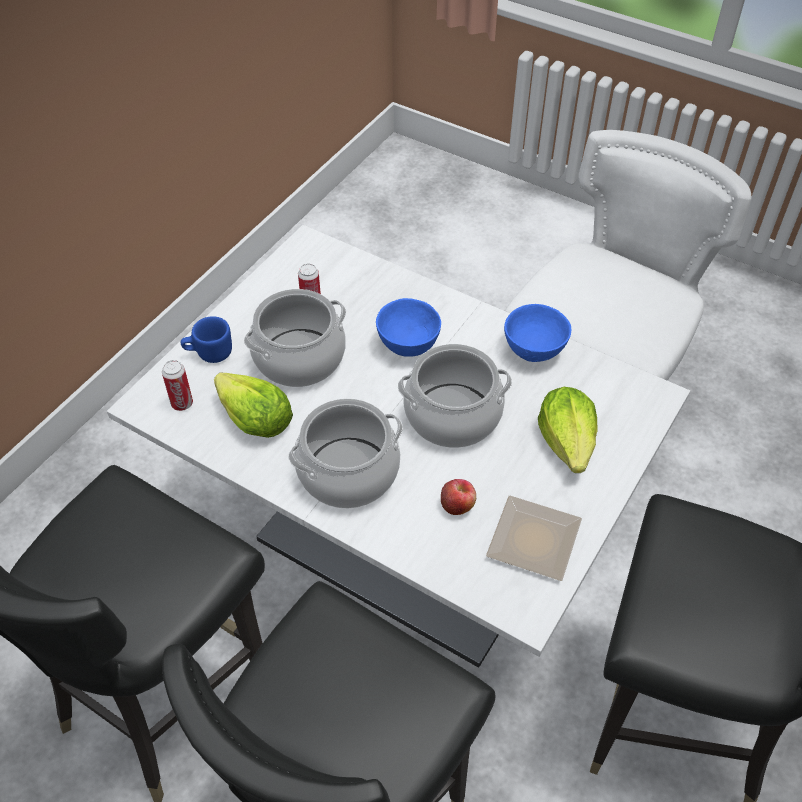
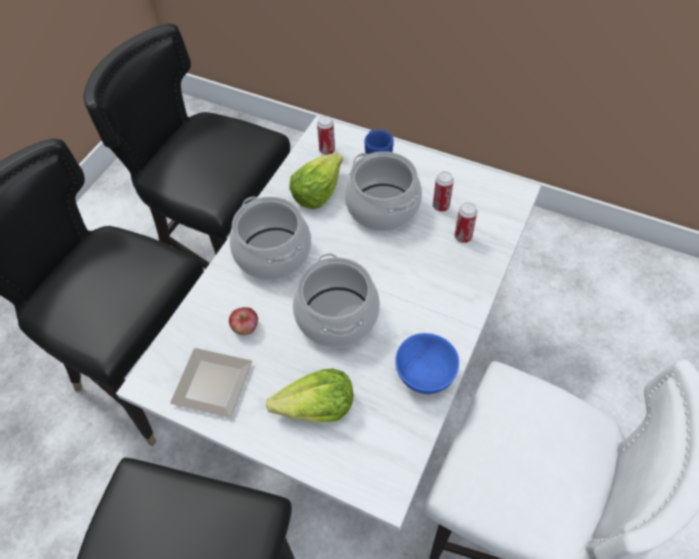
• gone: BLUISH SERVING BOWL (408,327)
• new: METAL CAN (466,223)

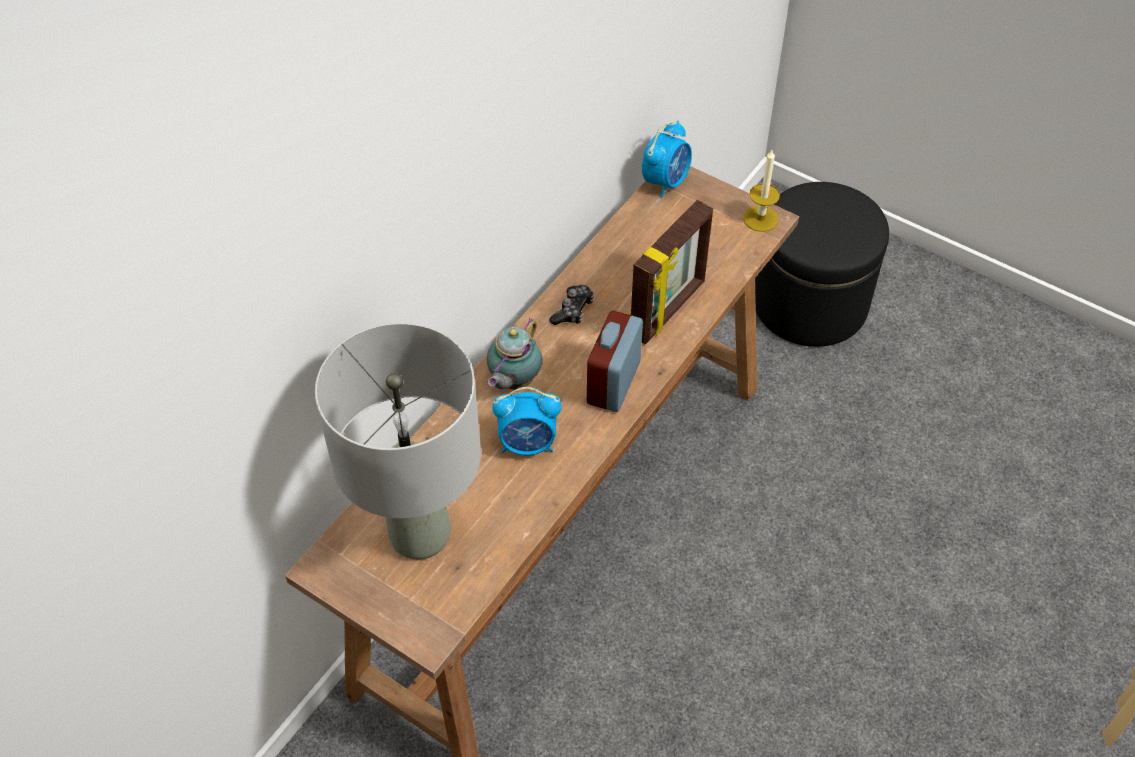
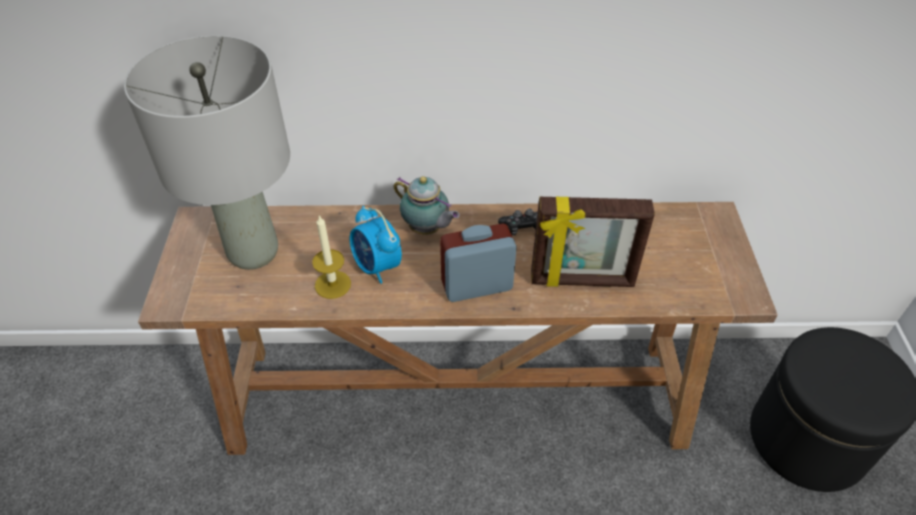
• gone: TABLE CLOCK (667,159)
• shifted: WAX CANDLE (761,191) to (331,257)
• rotated: TEA POT (515,354) = (427,205) 135 degrees counterclockwise

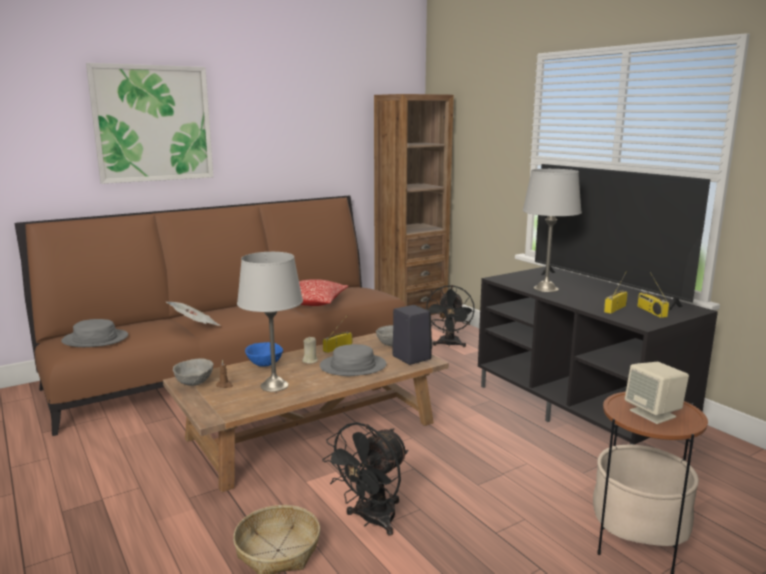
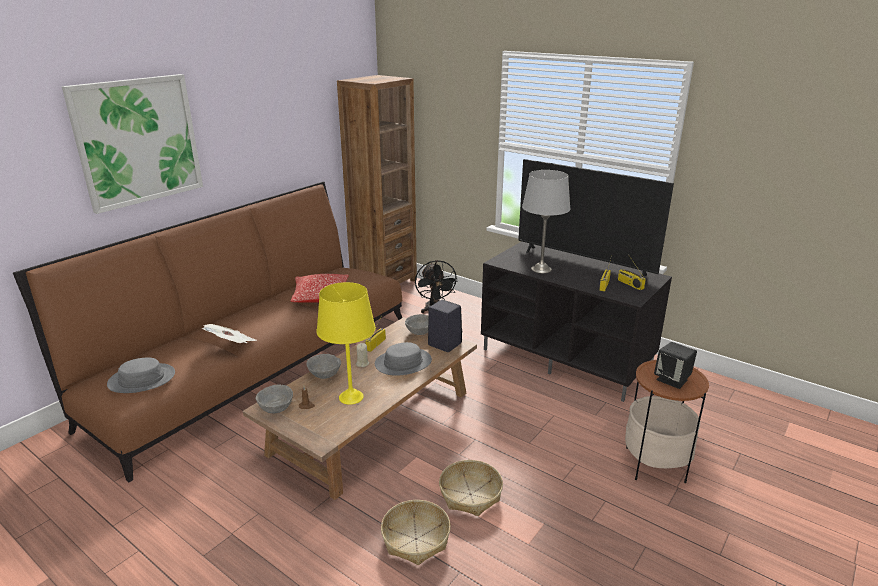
• repainted: GREY TABLE LAMP (270,322) to YELLOW-COLOURED TABLE LAMP (346,343)
• repainted: BLUISH SERVING BOWL (264,354) to GREY SERVING BOWL (323,366)
• repainted: BEIGE-COLOURED AUDIO SPEAKER (657,393) to BLACKISH AUDIO SPEAKER (675,365)
• swapped: BLACKISH ELECTRIC FAN (366,479) to BASKET (471,488)

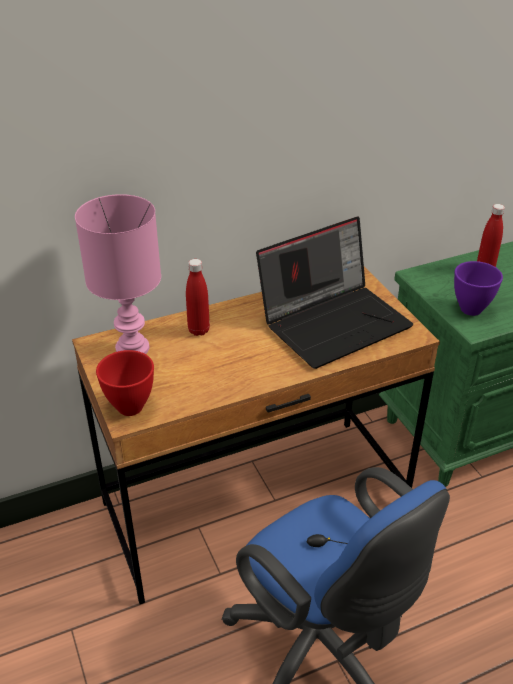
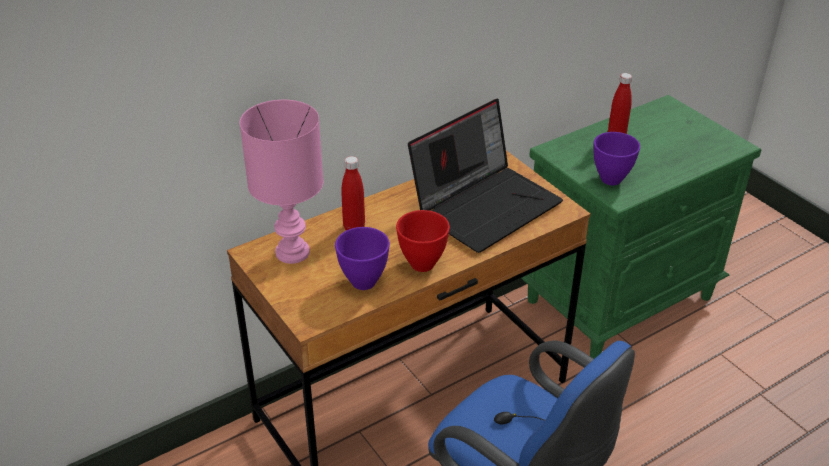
• shifted: REDDISH SERVING BOWL (125,383) to (423,241)
• new: PURPLE-COLOURED SERVING BOWL (362,258)

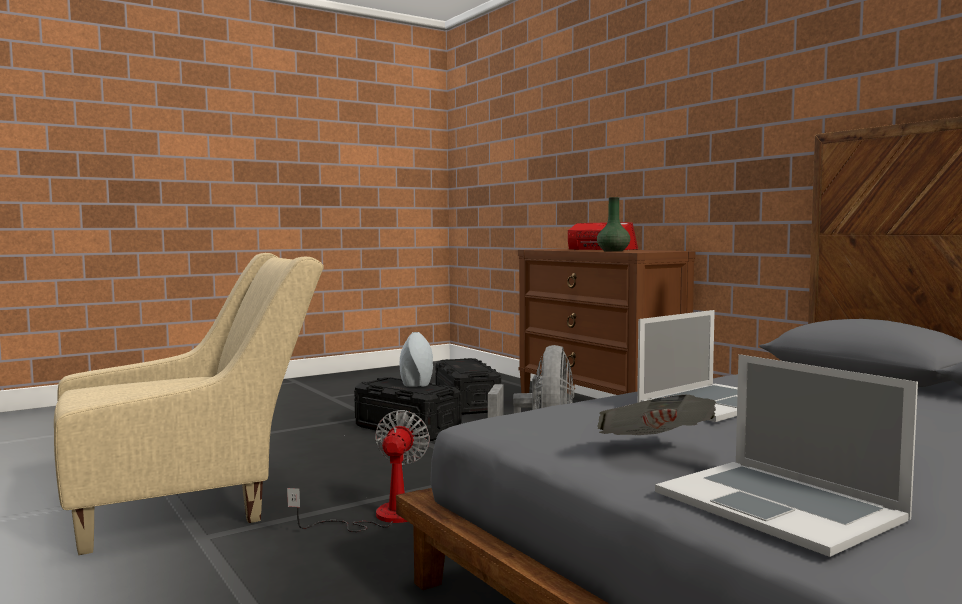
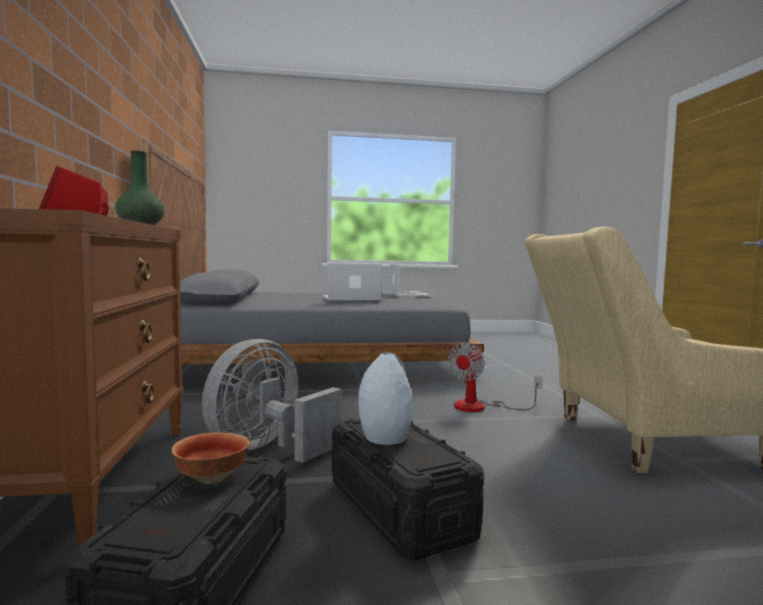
• gone: NEWSPAPER (656,415)
• new: SERVING BOWL (211,458)

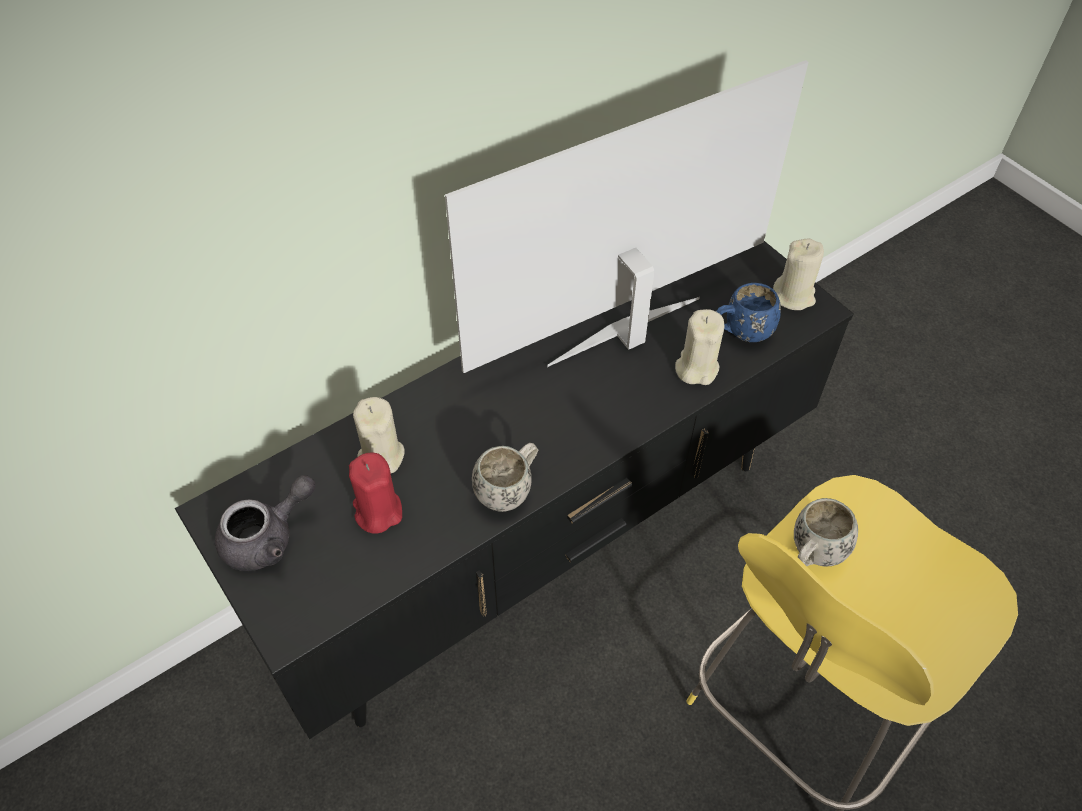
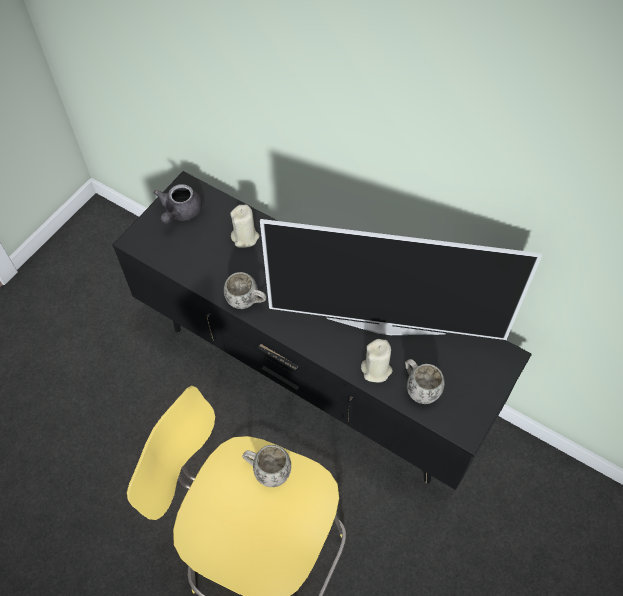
• rotated: TV SET (627,216) = (401,279) 150 degrees clockwise
• gone: BEIGE-COLOURED WAX CANDLE (798,274)
• repainted: BLUISH COFFEE MUG (748,312) to WHITE COFFEE MUG (425,381)
• gone: REDDISH WAX CANDLE (375,493)
• rotated: GREY TEA POT (265,523) = (178,204) 75 degrees clockwise

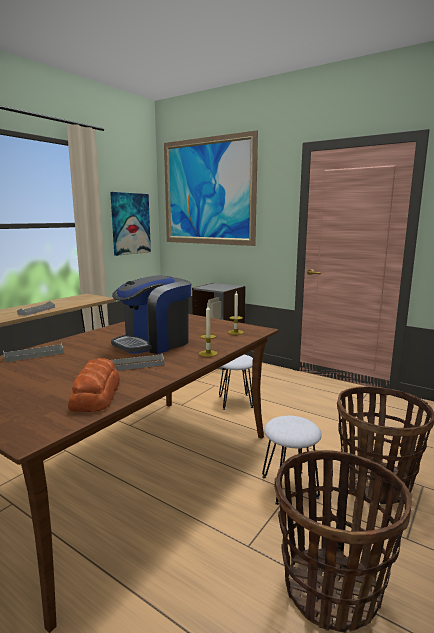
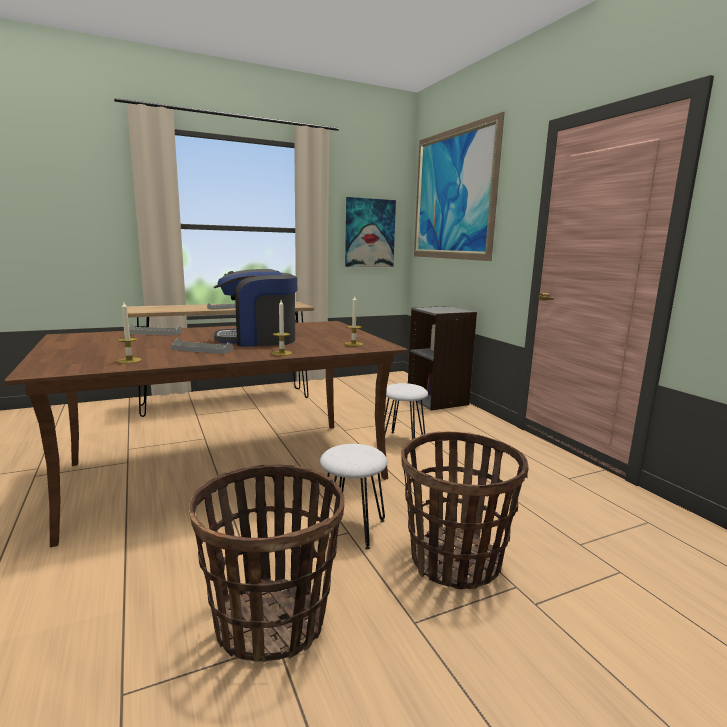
• swapped: BAKED BREAD (94,385) to WAX CANDLE (129,332)

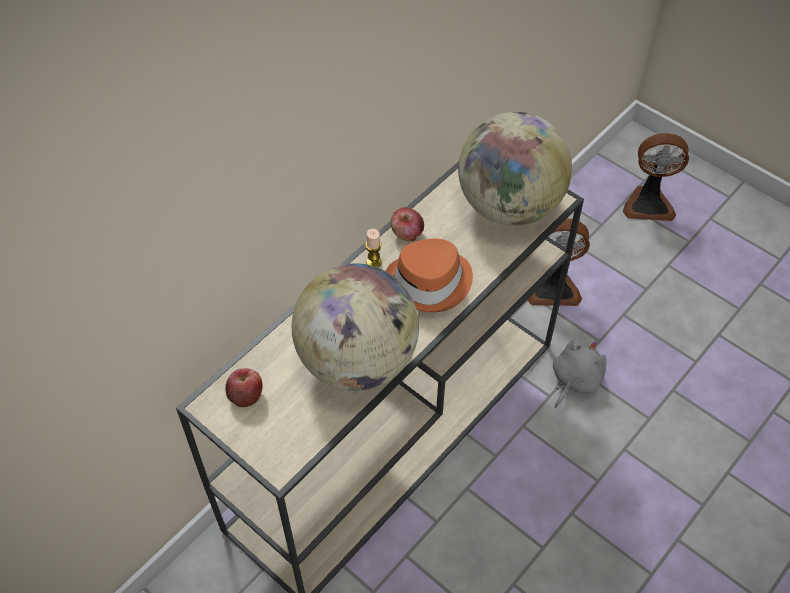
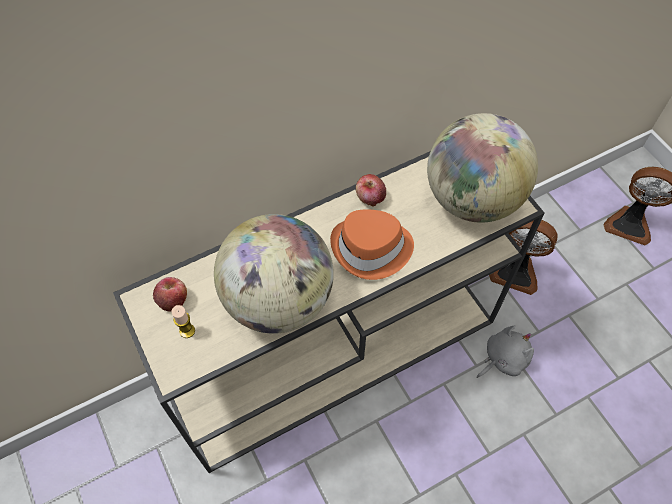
• shifted: WAX CANDLE (373,248) to (183,321)

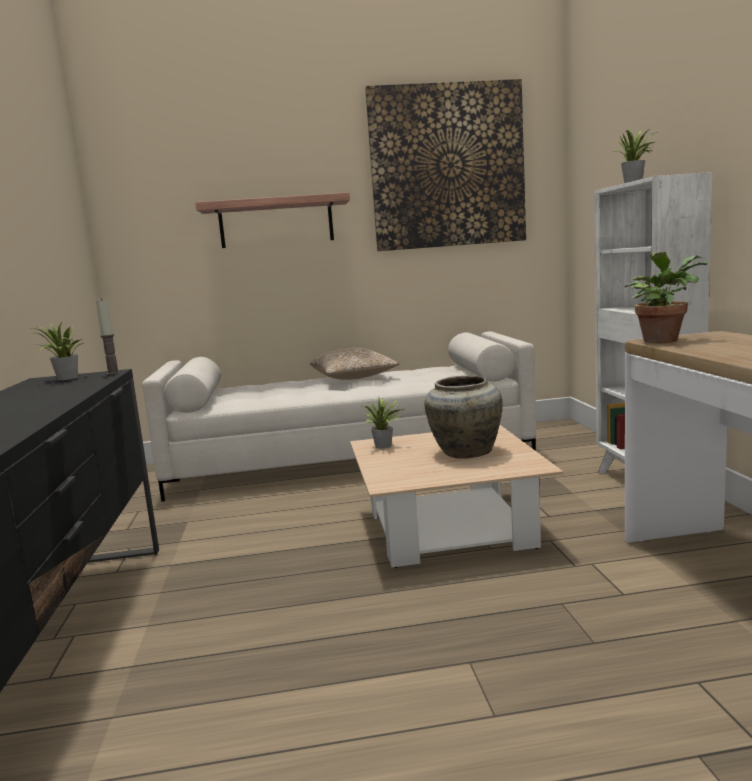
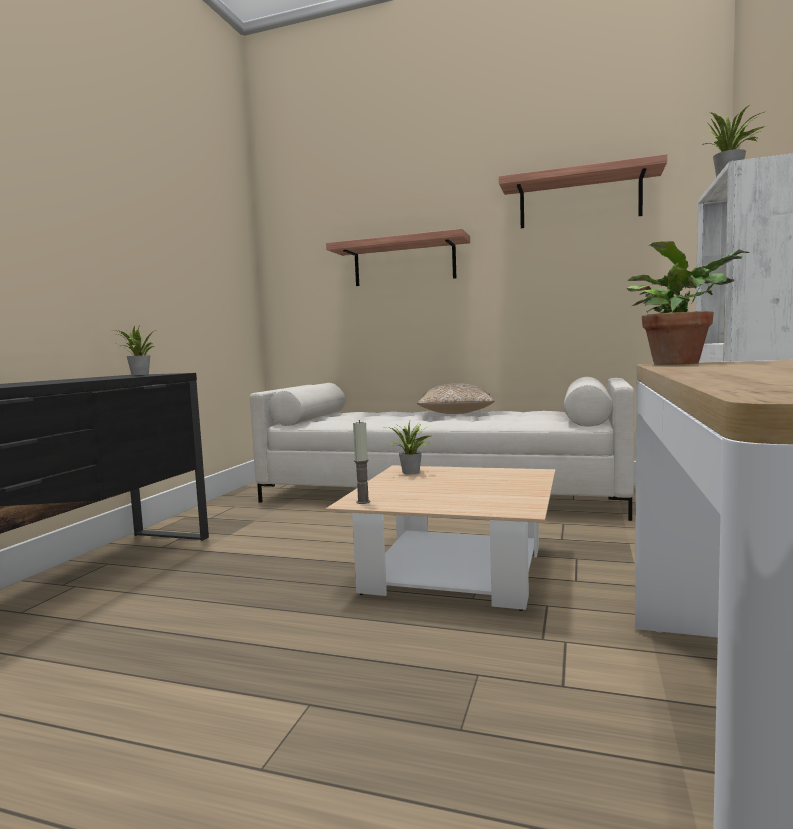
• swapped: WALL ART (445,165) to SHELF (583,191)
• shifted: WAX CANDLE (108,336) to (361,462)
• gone: BEIGE-COLOURED DECORATIVE VASE (463,417)

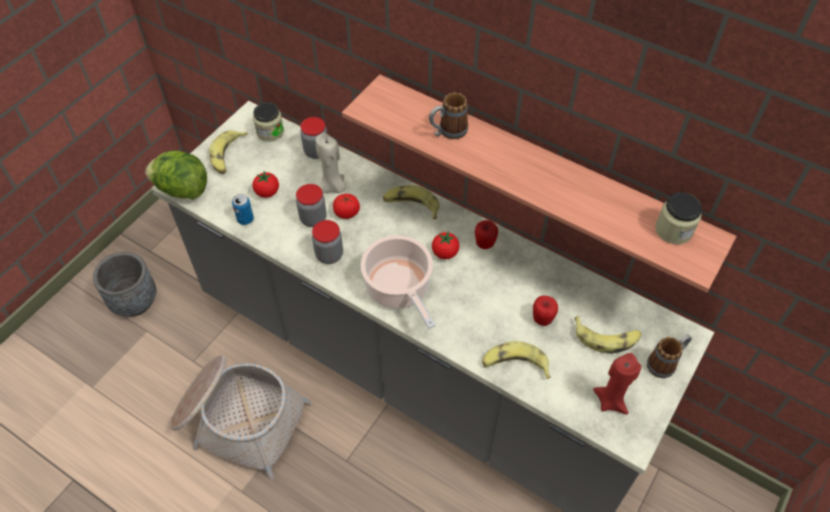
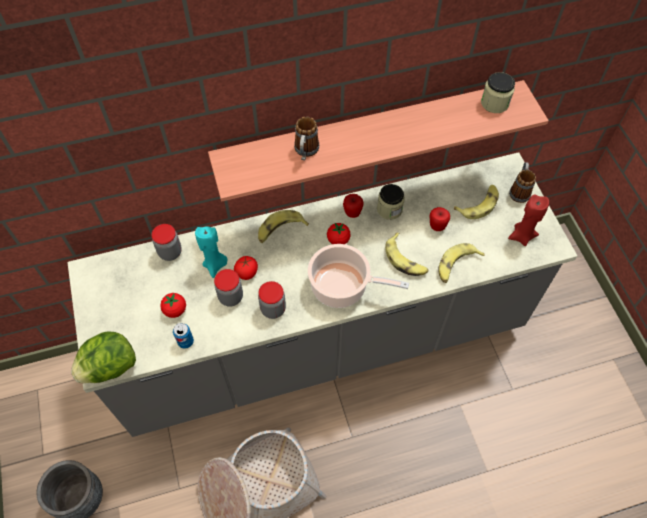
• shifted: PRESERVE JAR (268,122) to (391,202)
• shifted: BANANA (228,152) to (406,254)
• repainted: BEIGE-COLOURED WAX CANDLE (330,163) to TURQUOISE-COLOURED WAX CANDLE (211,252)

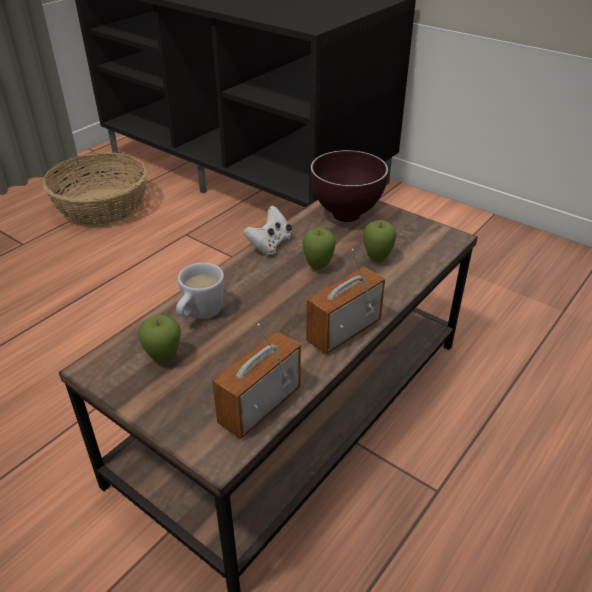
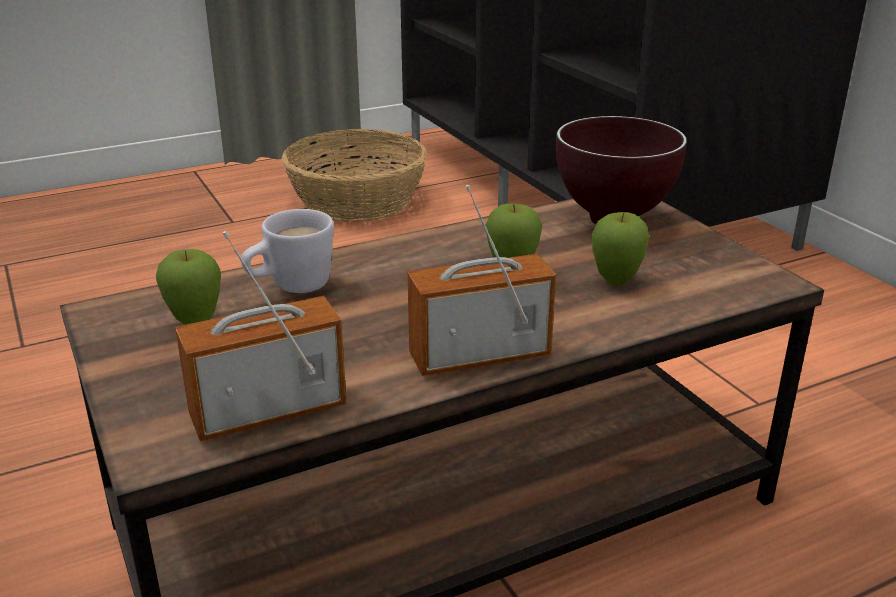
• gone: WHITE JOYPAD (267,230)

